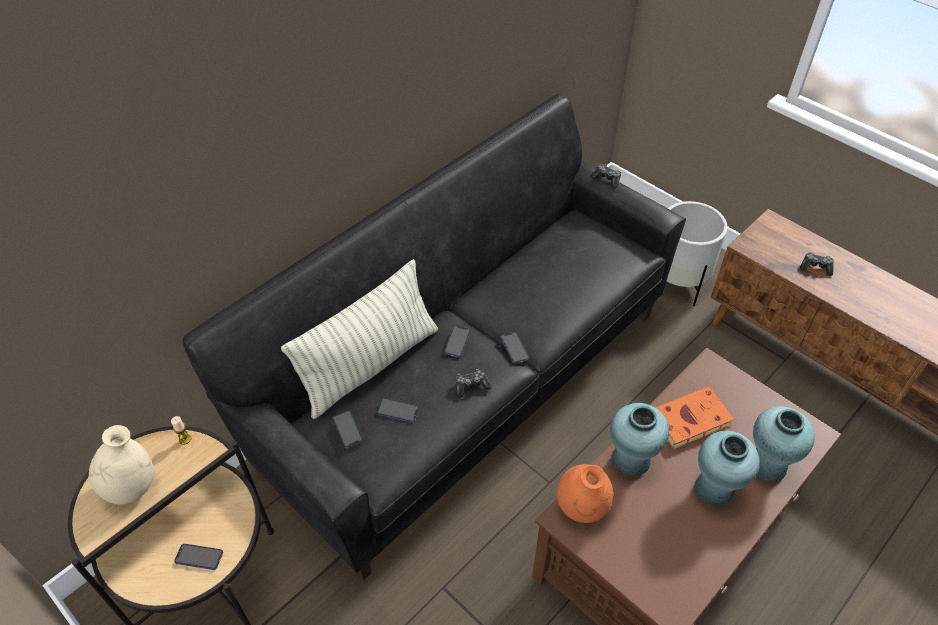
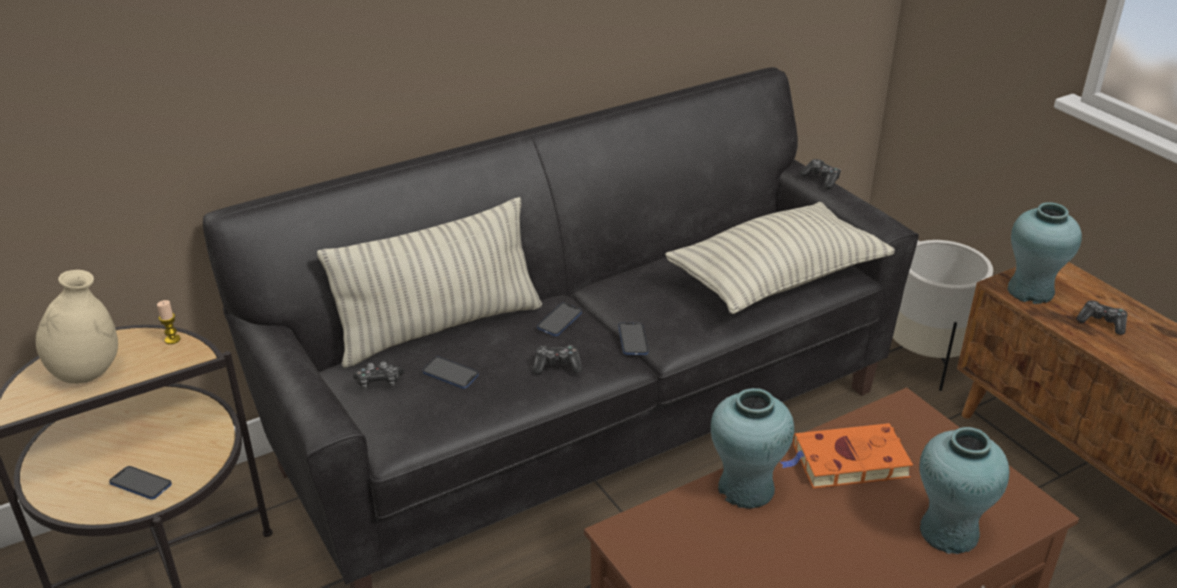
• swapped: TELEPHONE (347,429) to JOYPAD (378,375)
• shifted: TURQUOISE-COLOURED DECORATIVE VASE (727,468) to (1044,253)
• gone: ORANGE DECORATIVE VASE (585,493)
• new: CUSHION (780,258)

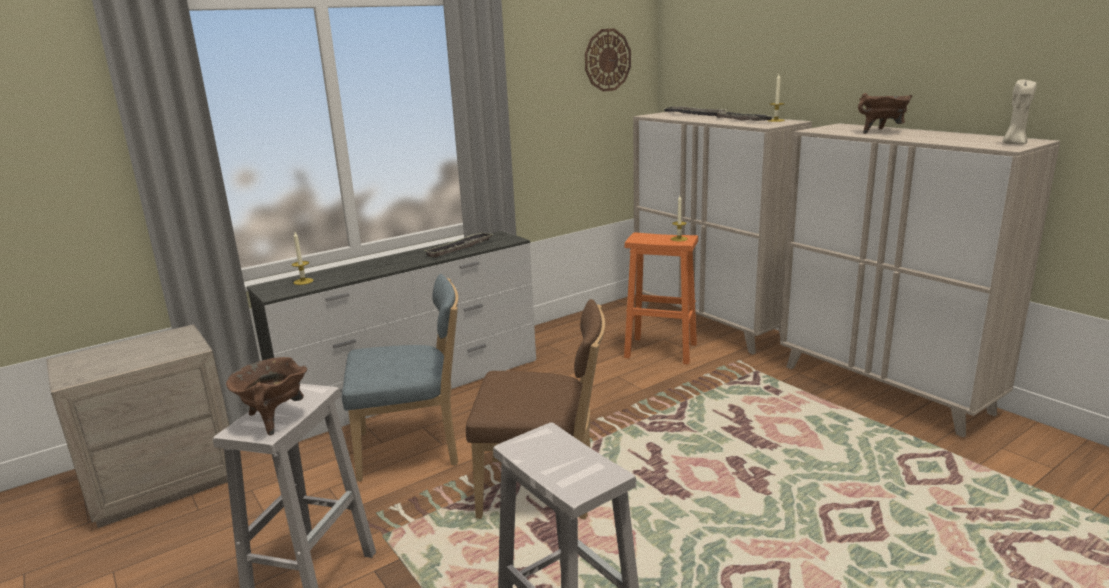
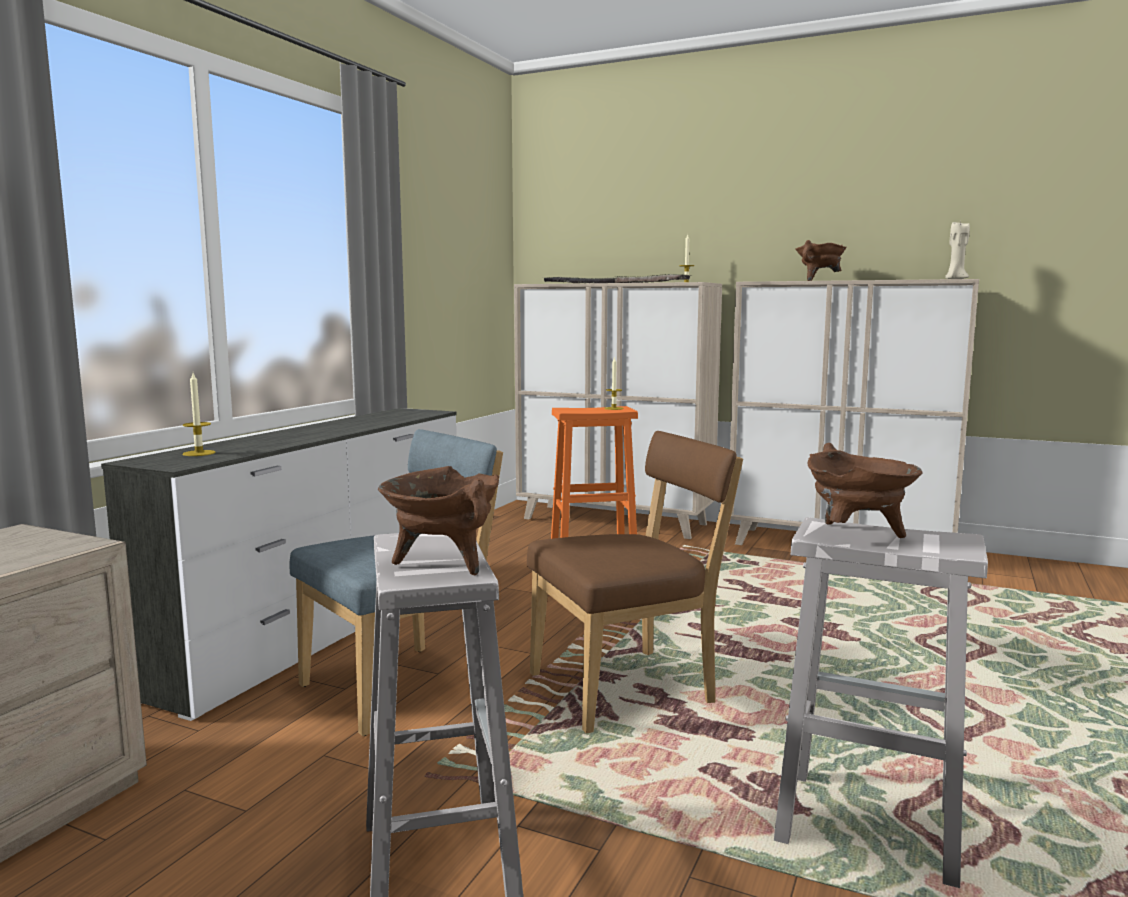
• gone: CLOCK ON THE WALL (608,60)
• gone: TRAY (458,245)
• new: BROWNISH STOCKPOT (865,490)

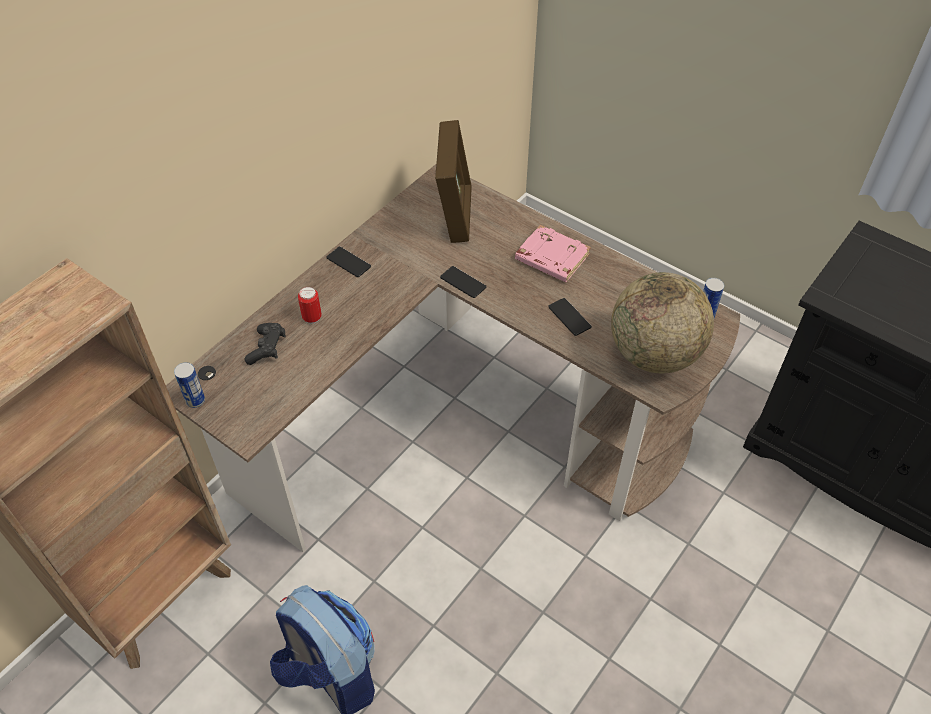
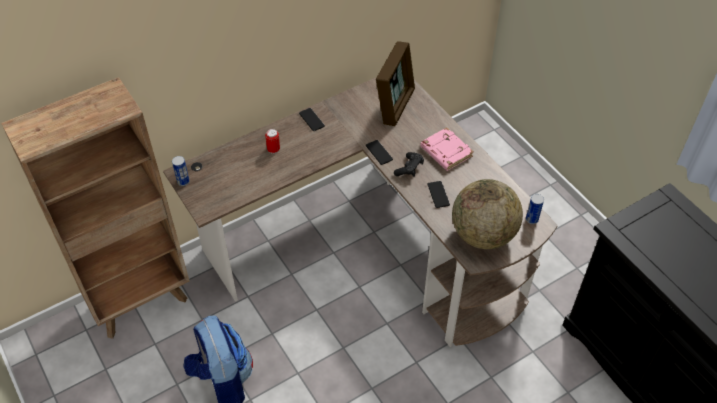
• shifted: BLACKISH JOYPAD (265,344) to (409,164)

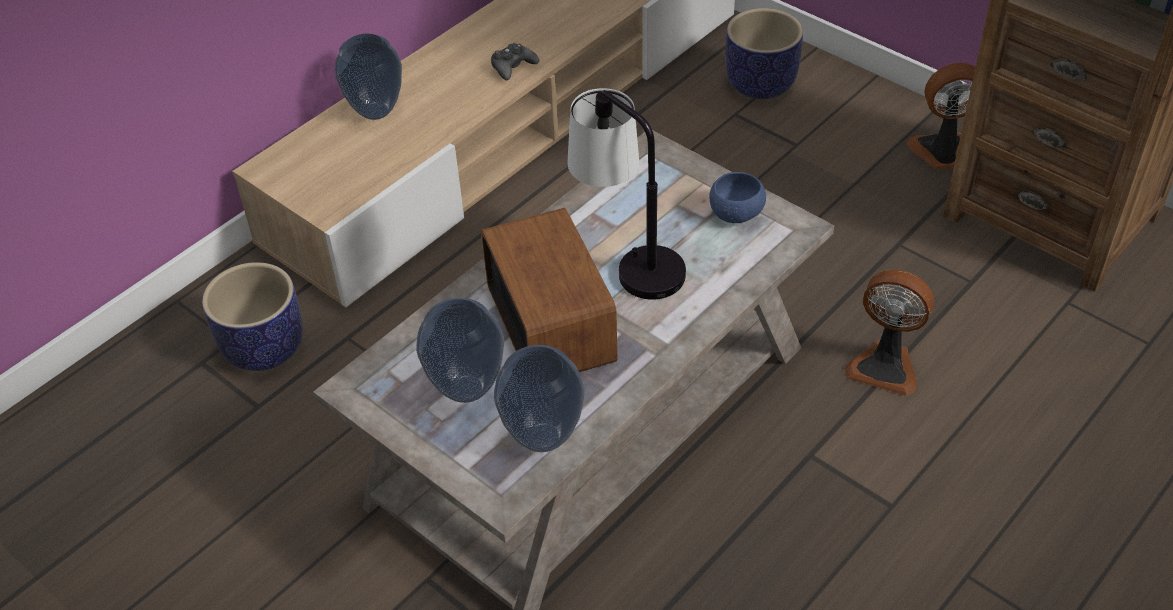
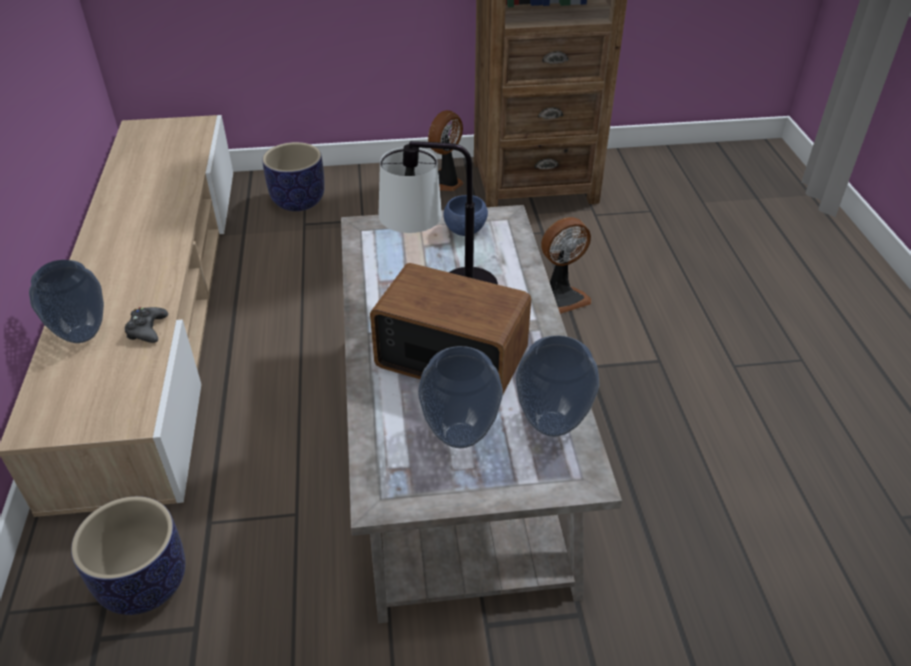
• shifted: BLACKISH JOYPAD (515,61) to (146,325)

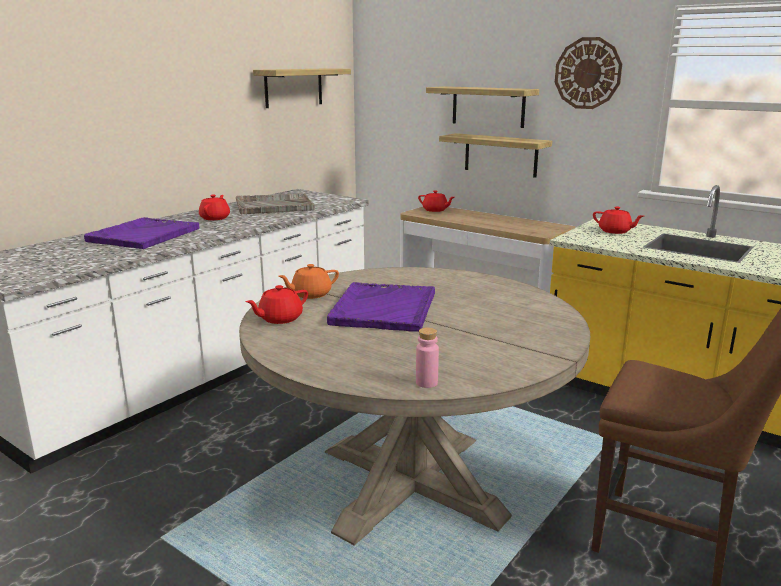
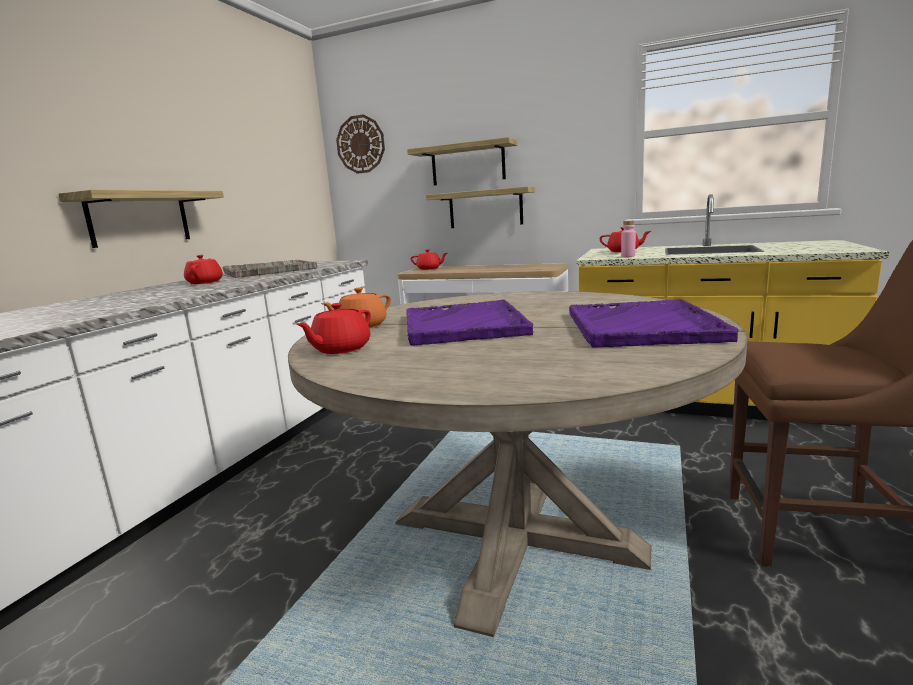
• shifted: CLOCK ON THE WALL (588,73) to (360,144)
• shifted: SHELF (302,88) to (141,219)
• shifted: PURPLE-COLOURED TRAY (141,233) to (654,323)
• shifted: PINK-COLOURED BOTTLE (427,358) to (628,239)

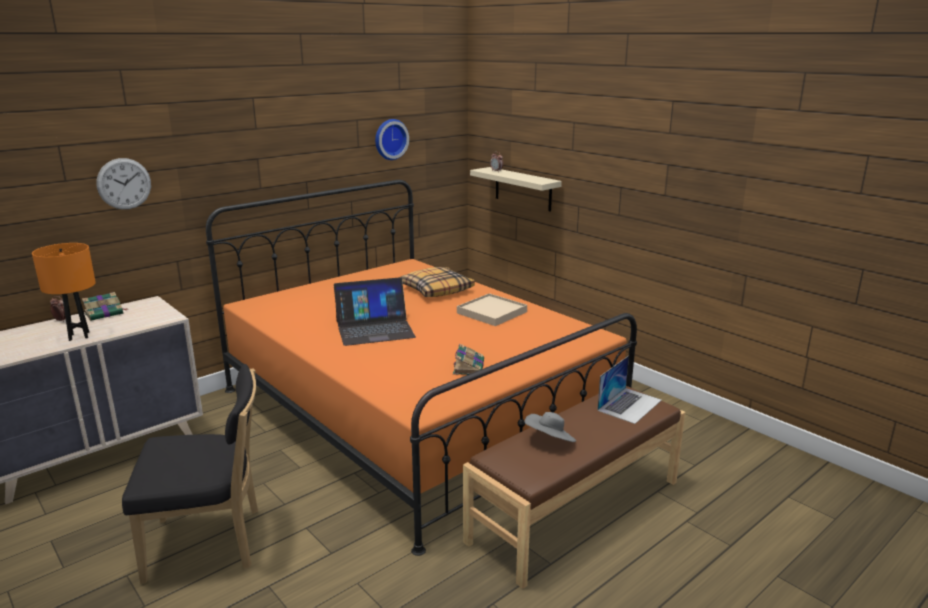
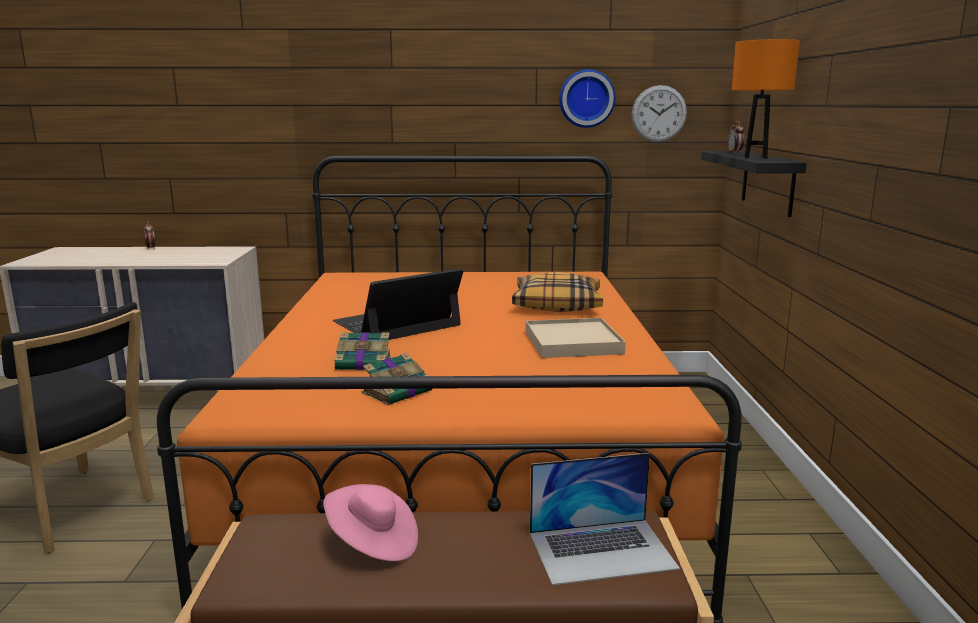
• shifted: CLOCK ON THE WALL (123,184) to (659,113)
• repainted: BEIGE-COLOURED SHELF (516,189) to BLACKISH SHELF (754,184)
• shifted: ORANGE TABLE LAMP (64,292) to (766,99)
• rotated: PORTABLE COMPUTER (375,311) = (398,304) 120 degrees clockwise
• shifted: BOUND BOOK (105,306) to (362,351)
• repainted: GREY WEARABLE HAT (550,427) to PINK-COLOURED WEARABLE HAT (371,523)

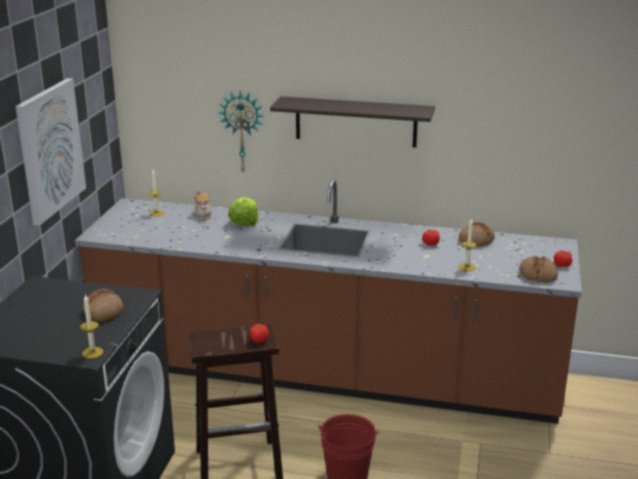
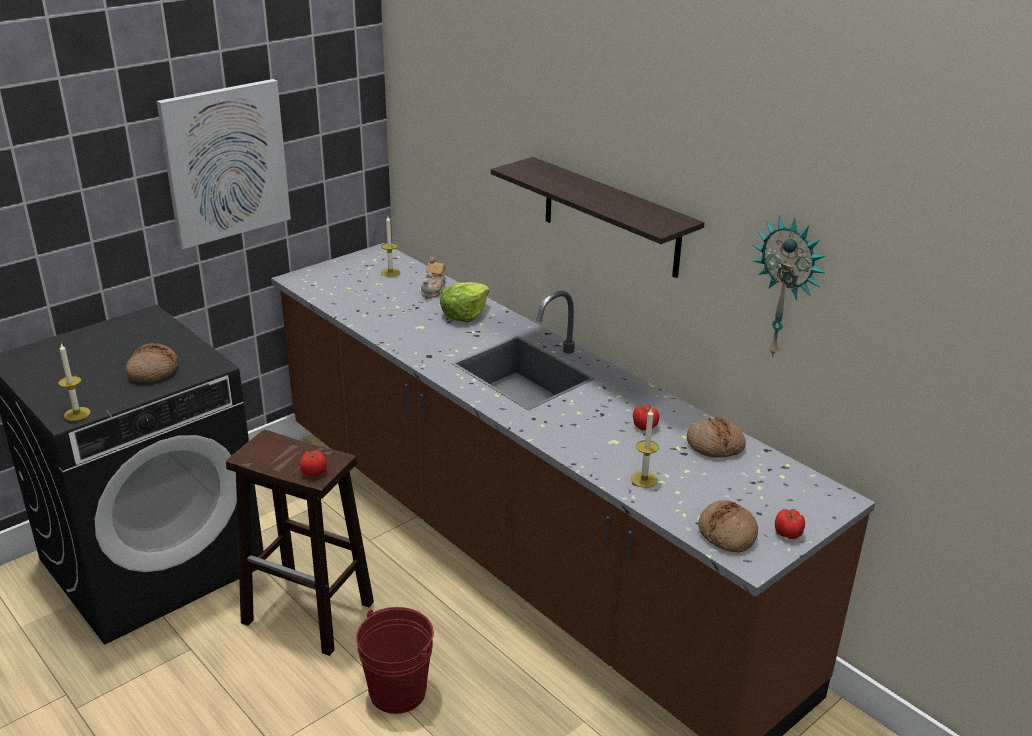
• shifted: CLOCK ON THE WALL (241,131) to (789,286)

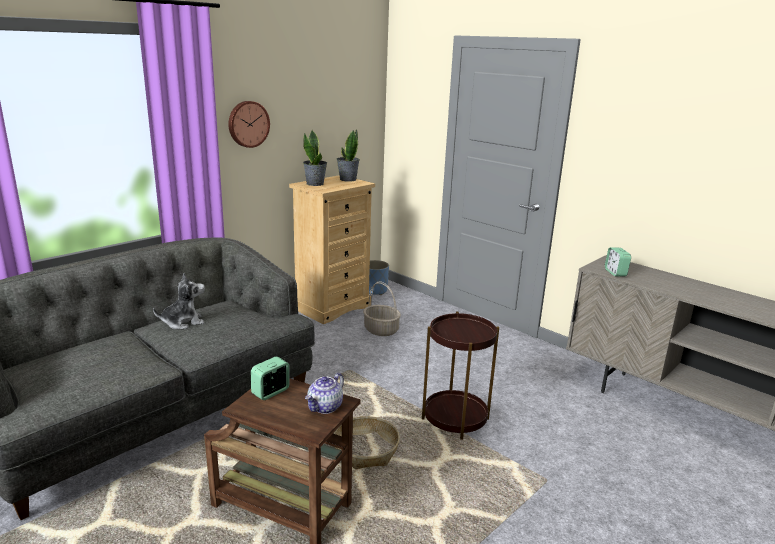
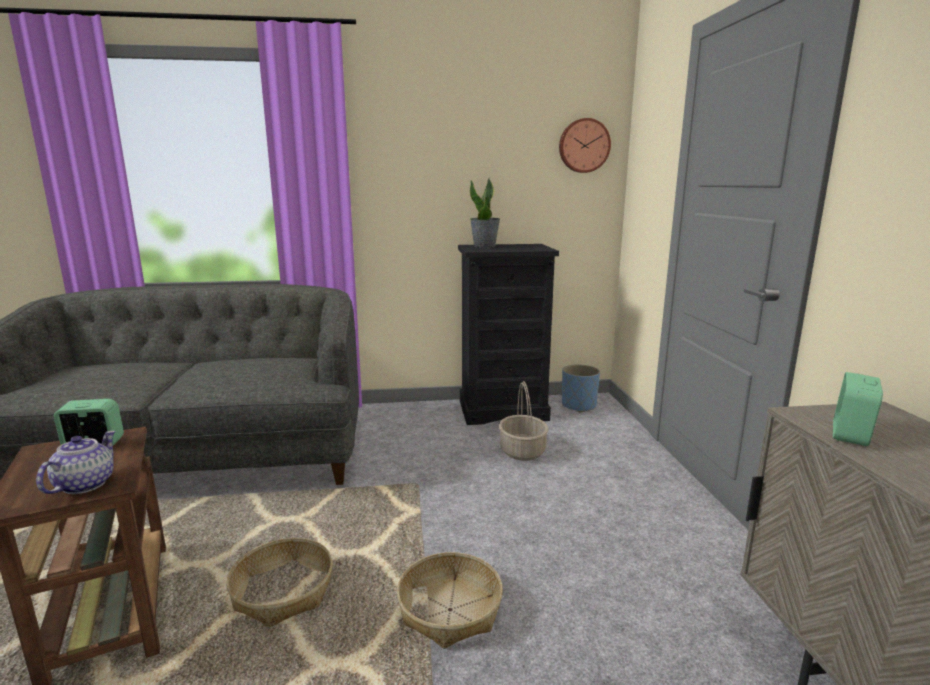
• shifted: CLOCK ON THE WALL (249,124) to (585,145)
• gone: HOUSEPLANT (348,156)
• repainted: BEIGE-COLOURED CHEST OF DRAWERS (332,249) to BLACKISH CHEST OF DRAWERS (508,334)
• gone: SOFT TOY (179,301)
• swapped: BROWNISH SIDE TABLE (460,376) to BASKET (450,600)
• rotated: TEA POT (324,393) = (76,462) 120 degrees clockwise

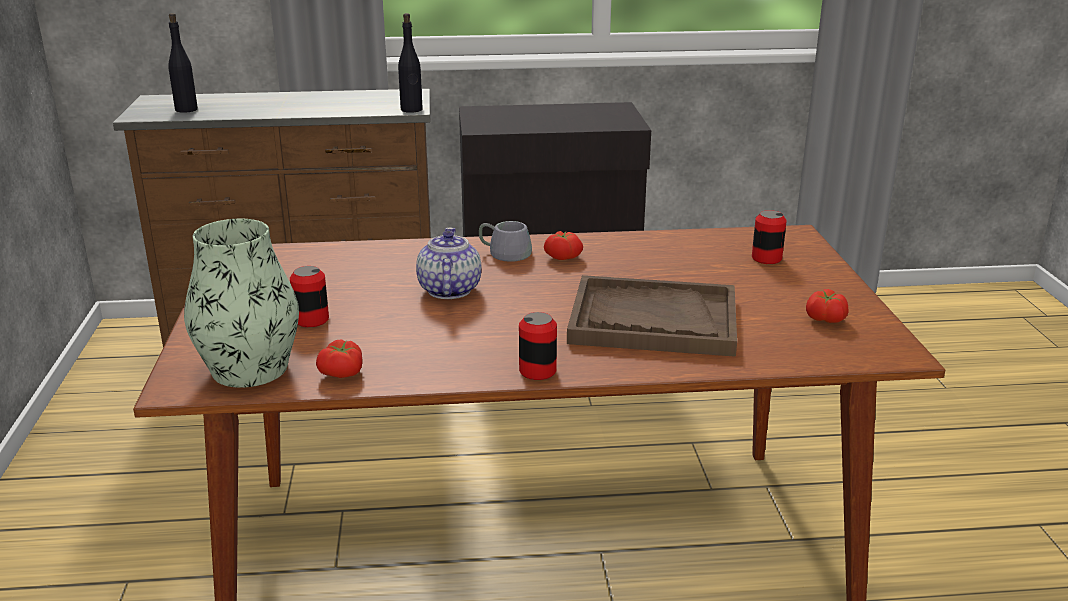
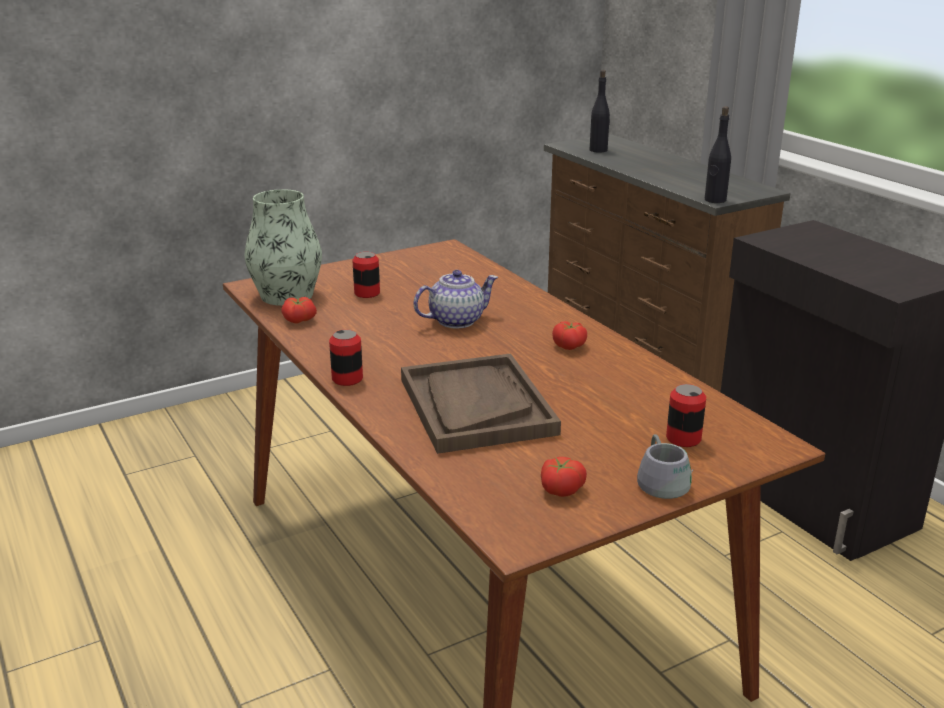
• shifted: GREY COFFEE MUG (505,241) to (665,466)

